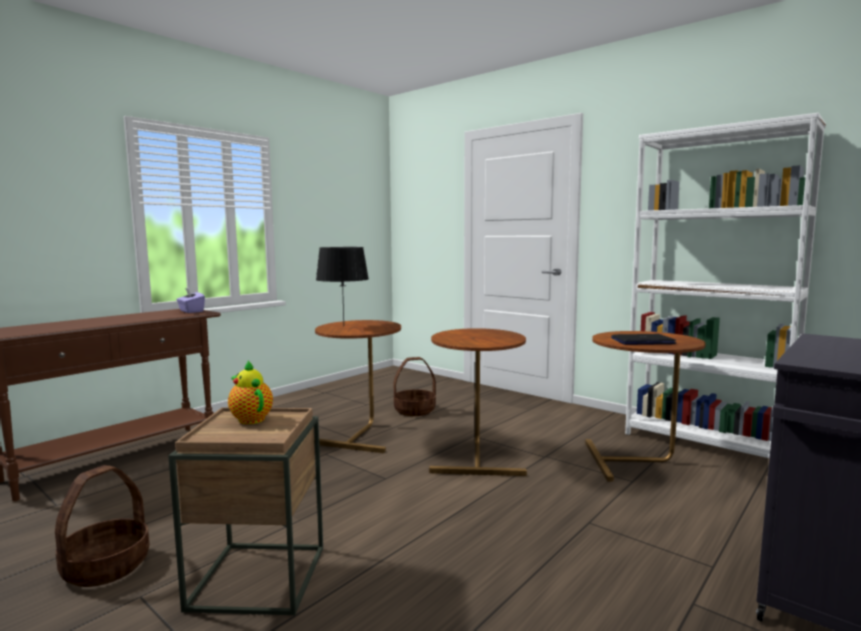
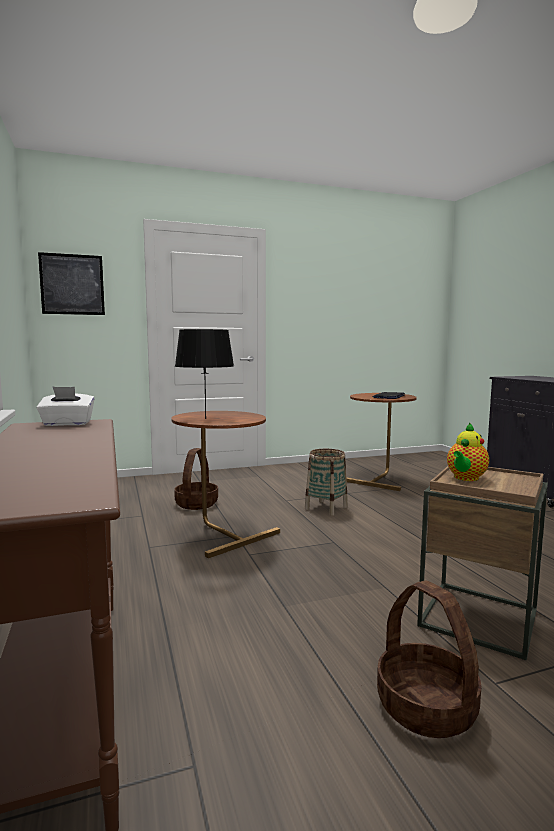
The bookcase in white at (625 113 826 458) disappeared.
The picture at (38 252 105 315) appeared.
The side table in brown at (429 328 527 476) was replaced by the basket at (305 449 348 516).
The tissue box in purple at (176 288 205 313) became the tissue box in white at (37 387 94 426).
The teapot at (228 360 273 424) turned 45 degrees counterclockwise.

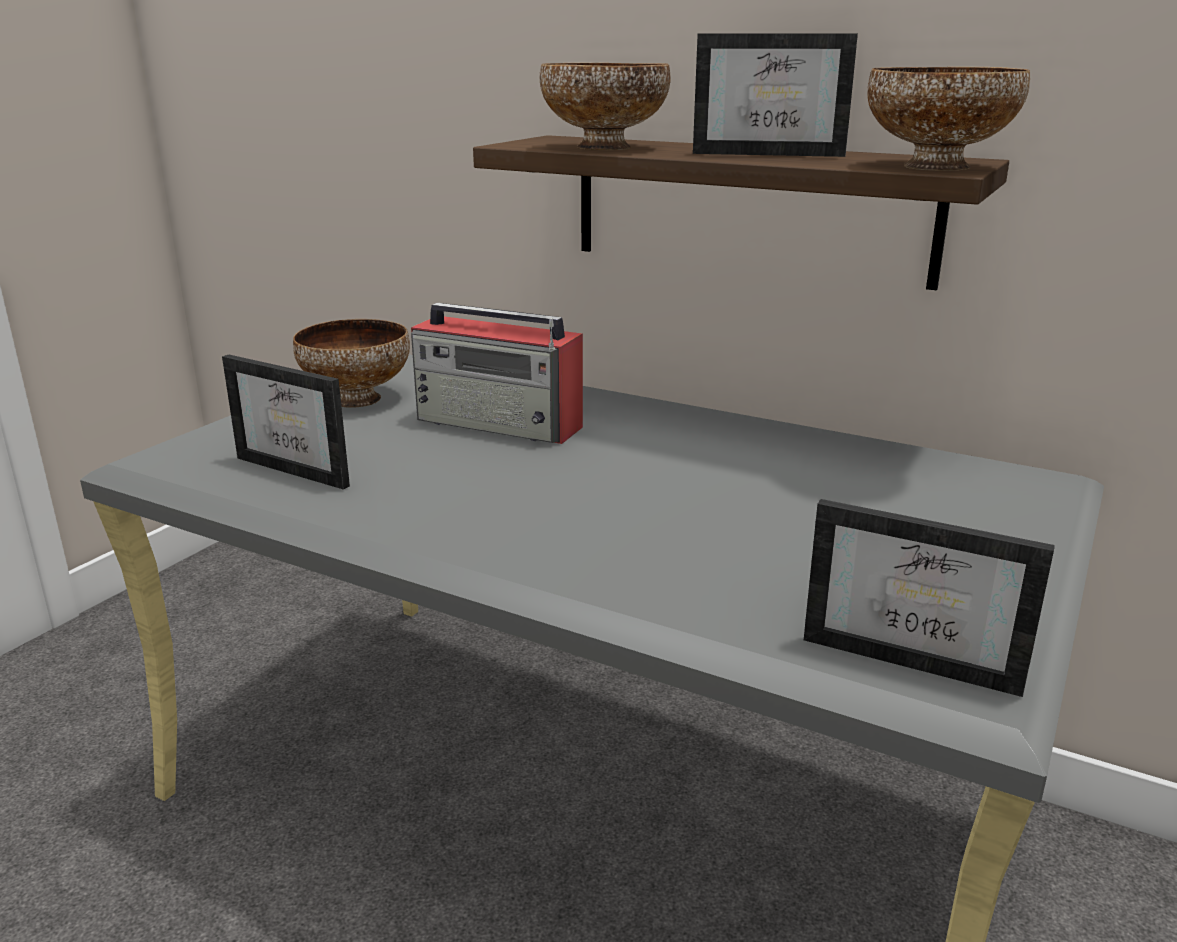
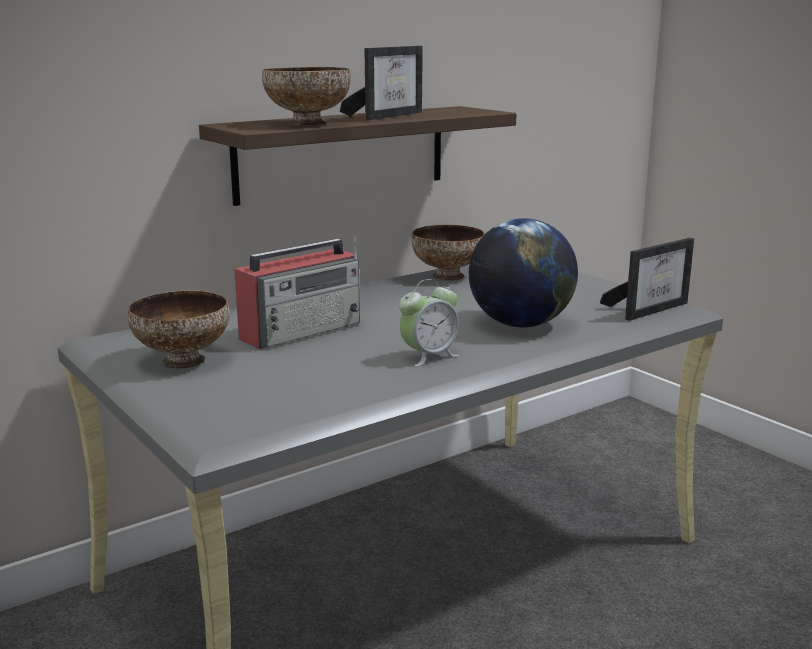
The picture frame at (222 355 350 490) disappeared.
The alarm clock at (399 279 459 367) appeared.
The globe at (469 218 578 328) appeared.
The bowl moved from (867 67 1030 171) to (411 224 485 281).

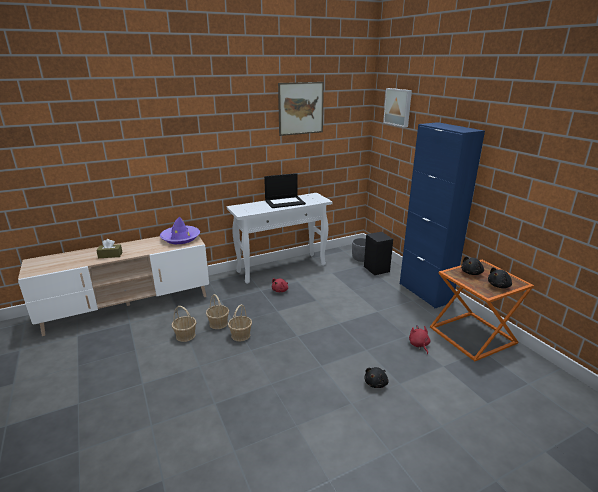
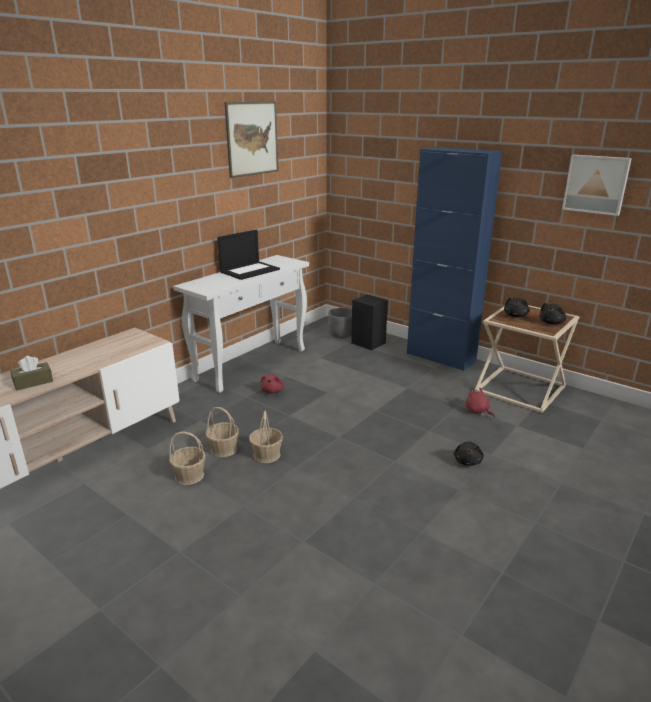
The hat in purple at (160 216 200 244) disappeared.
The picture moved from (383 88 412 127) to (562 155 632 216).
The side table in orange at (430 260 534 361) became the side table in beige at (474 305 580 413).

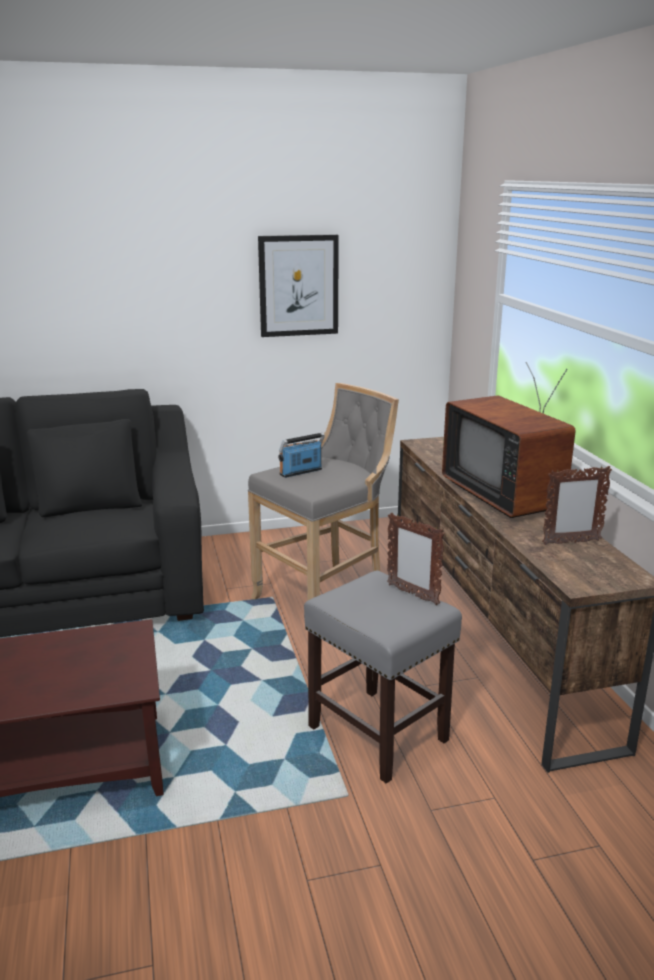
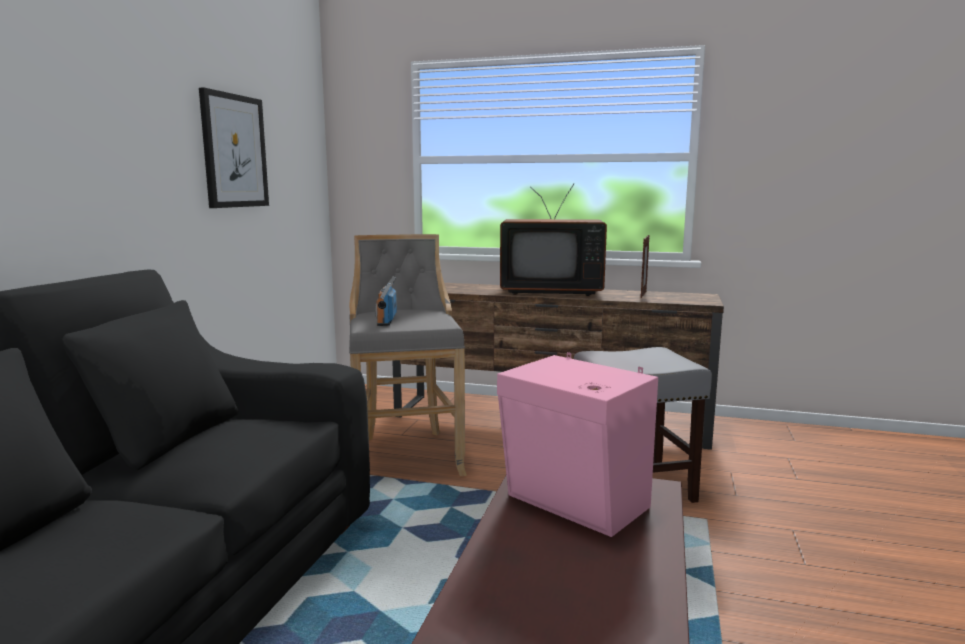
The picture frame at (387 513 445 605) disappeared.
The speaker in pink at (497 352 658 537) appeared.

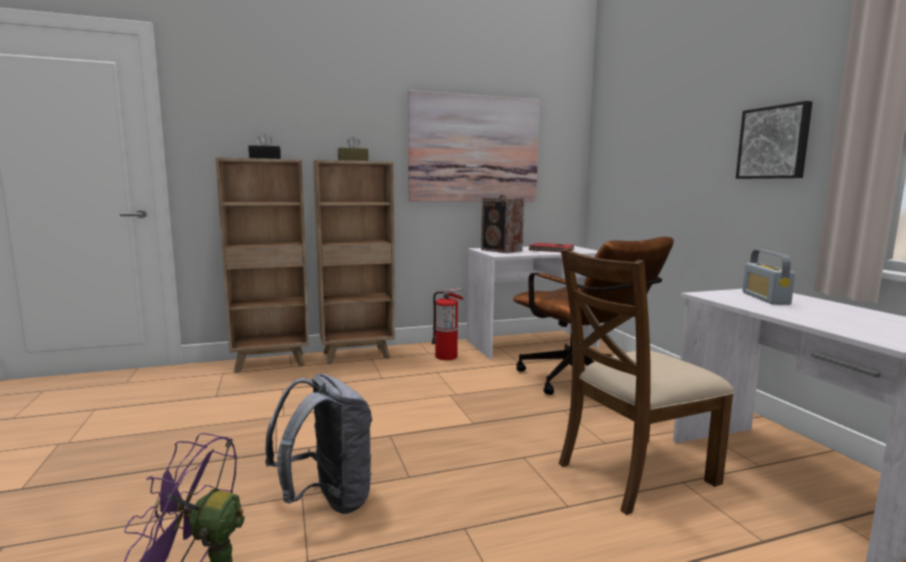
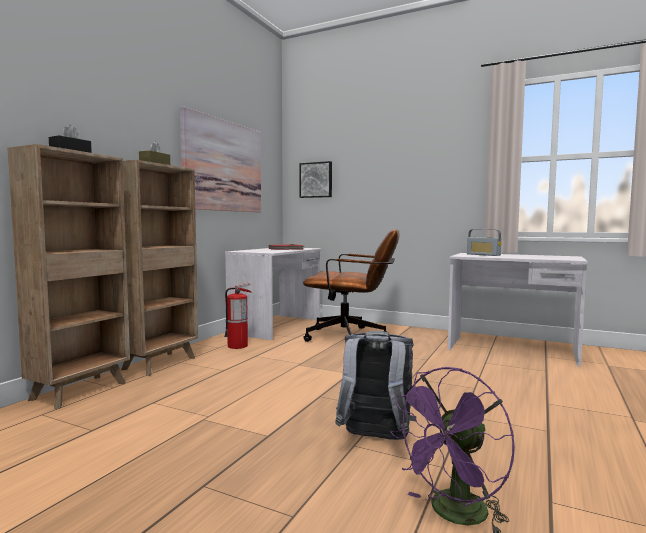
The speaker at (481 195 524 253) disappeared.
The chair in brown at (559 248 734 515) disappeared.
The picture moved from (736 101 813 179) to (299 161 332 198).

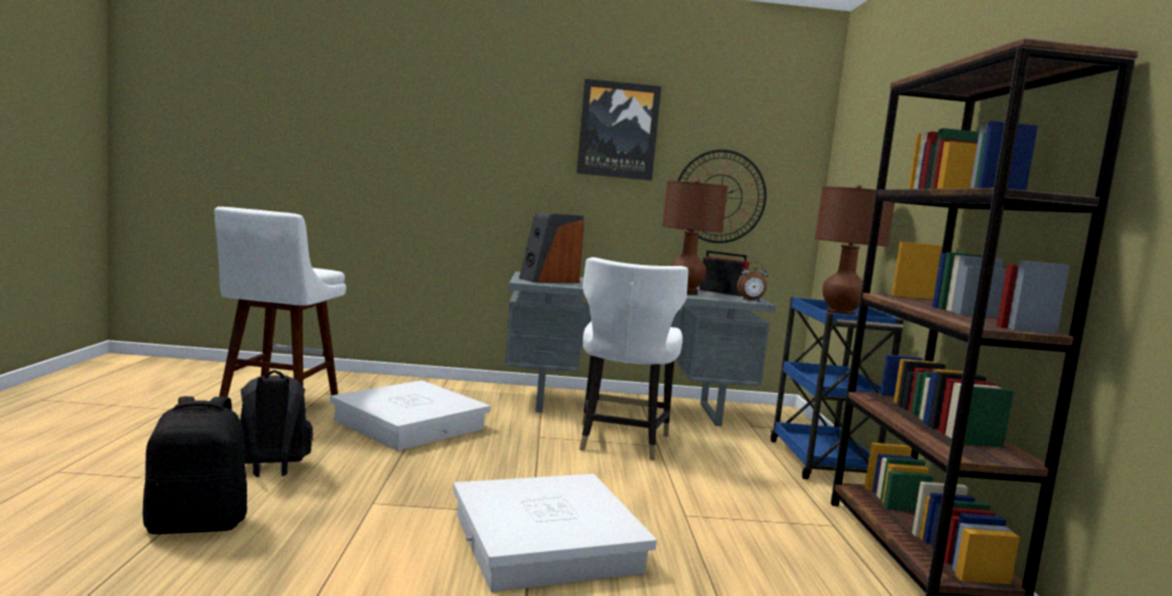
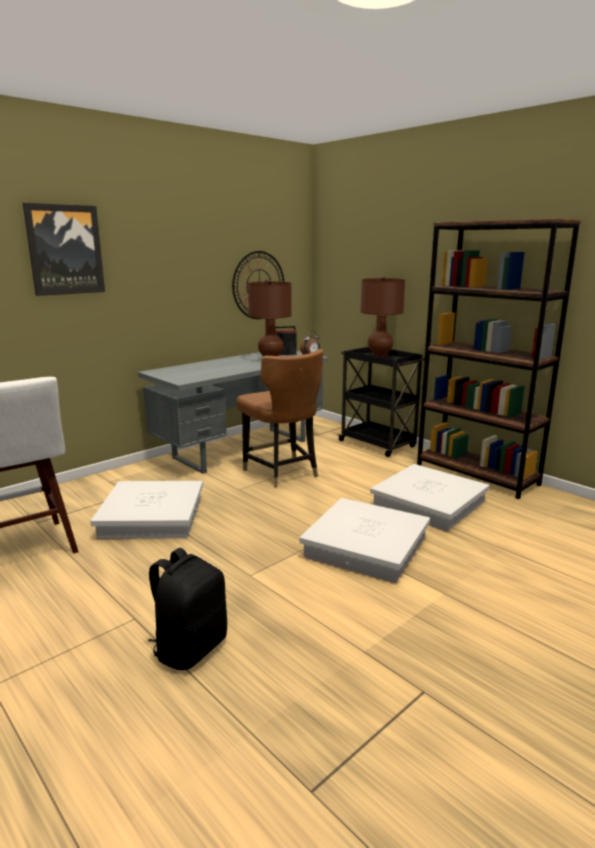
The backpack in black at (240 370 313 477) disappeared.
The speaker at (519 212 584 283) disappeared.
The storage box in white at (370 464 490 531) appeared.
The picture moved from (577 79 661 180) to (23 203 105 296).
The chair in white at (579 257 688 460) became the chair in brown at (236 349 323 488).
The cart in blue at (770 297 904 479) became the cart in black at (337 347 425 457).

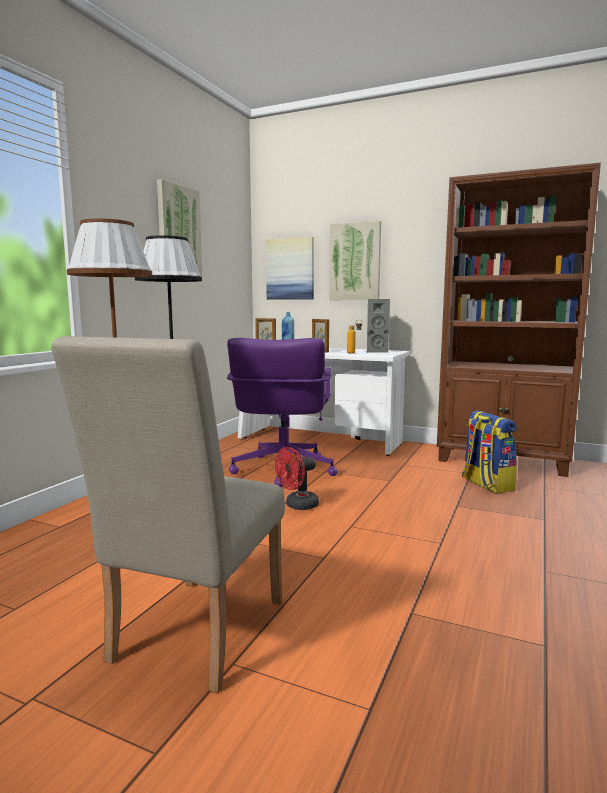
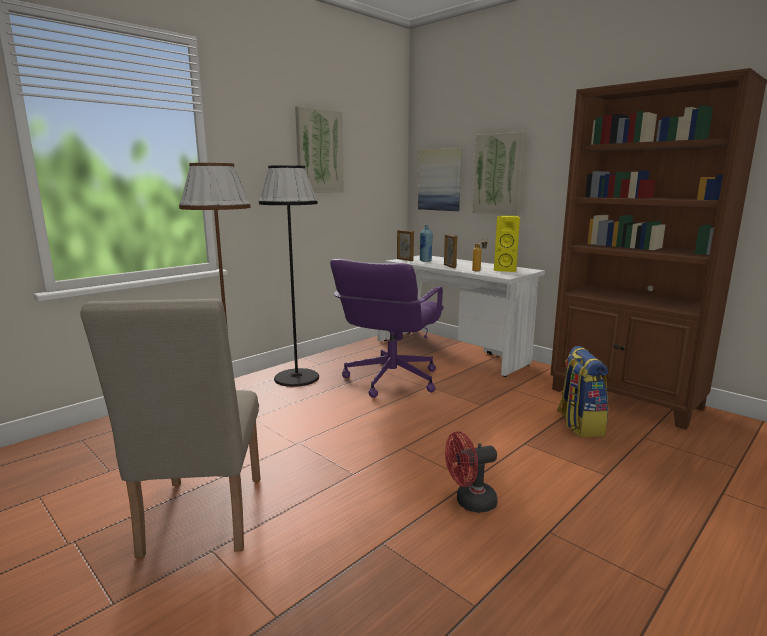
The fan in red moved from (275 447 319 510) to (445 431 498 513).
The speaker in grey at (367 299 390 353) became the speaker in yellow at (494 216 520 272).
The chair in beige at (51 336 285 694) turned 45 degrees counterclockwise.

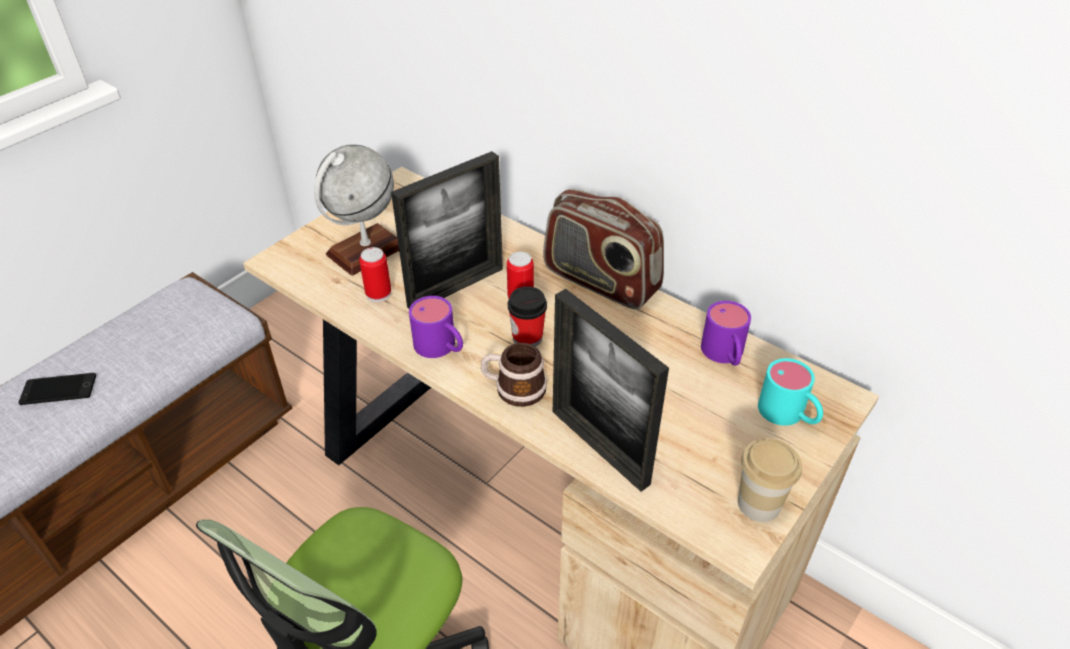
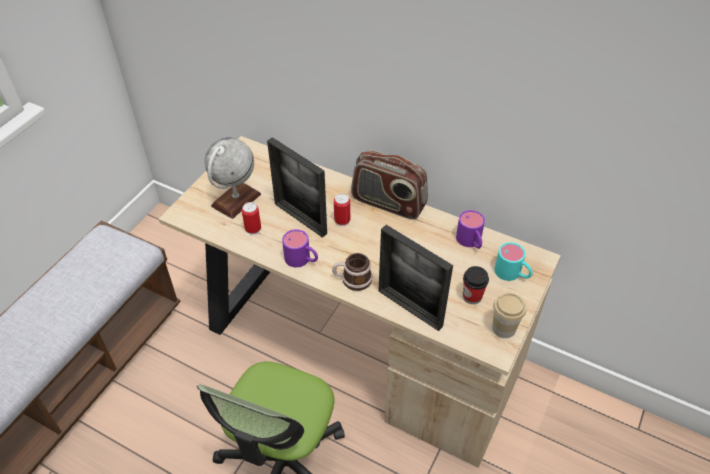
The phone at (19 373 96 405) disappeared.
The cup moved from (508 286 547 347) to (463 266 489 304).
The picture frame at (391 151 503 308) turned 90 degrees clockwise.

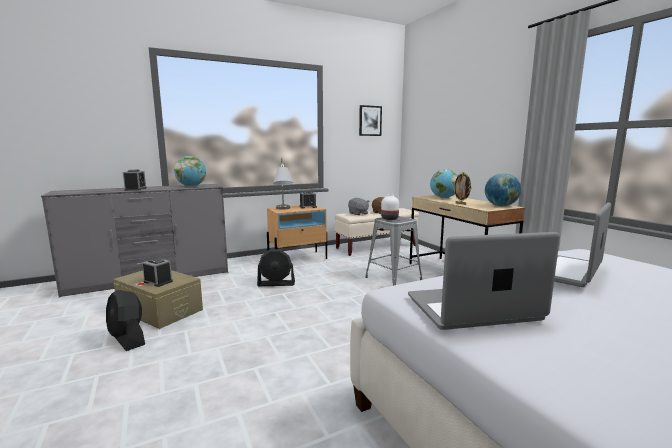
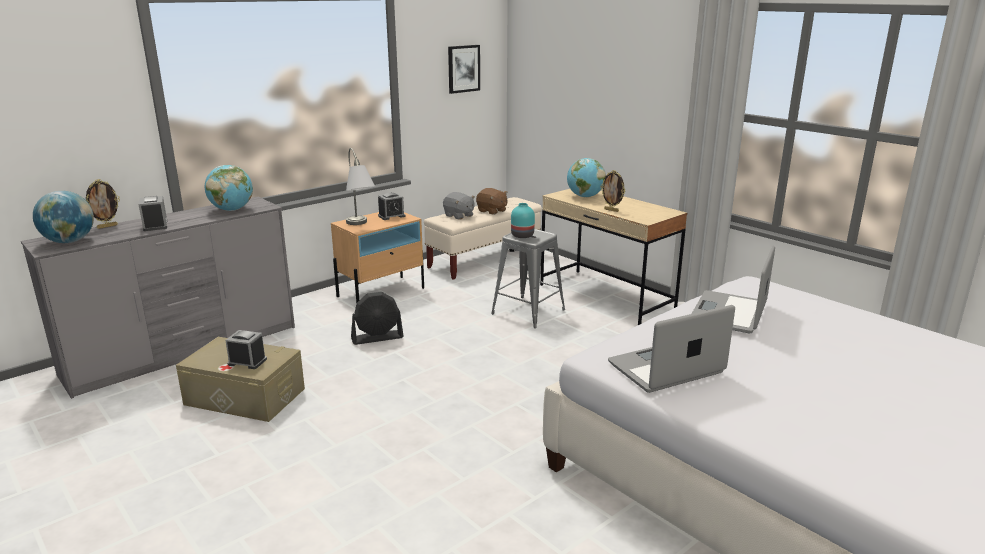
The fan in black at (106 290 145 351) disappeared.
The picture frame at (86 179 120 229) appeared.
The globe moved from (485 173 521 206) to (33 191 94 243).
The vase in white at (381 194 399 220) became the vase in turquoise at (511 203 535 238).

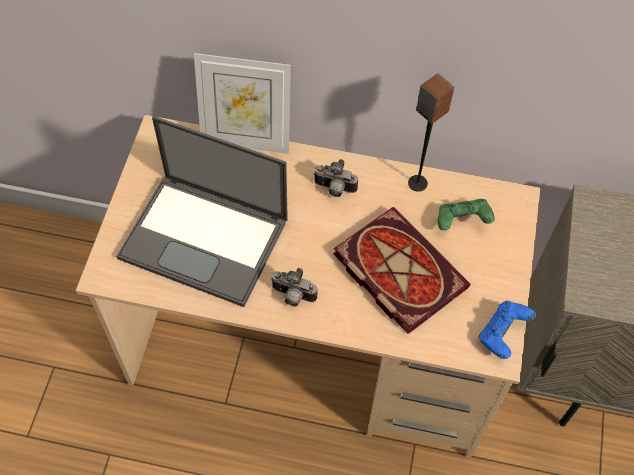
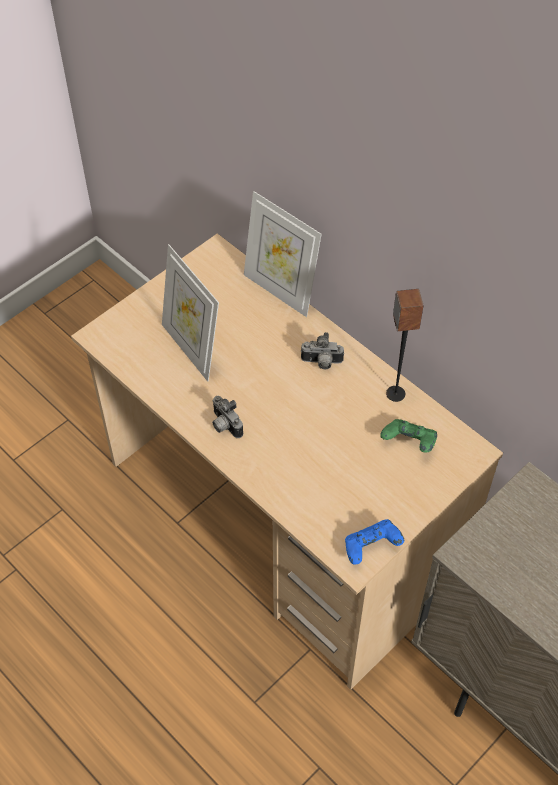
The book at (333 207 470 334) disappeared.
The laptop at (116 116 288 307) was replaced by the picture frame at (162 244 219 382).
The photo camera at (313 159 358 197) turned 45 degrees counterclockwise.

